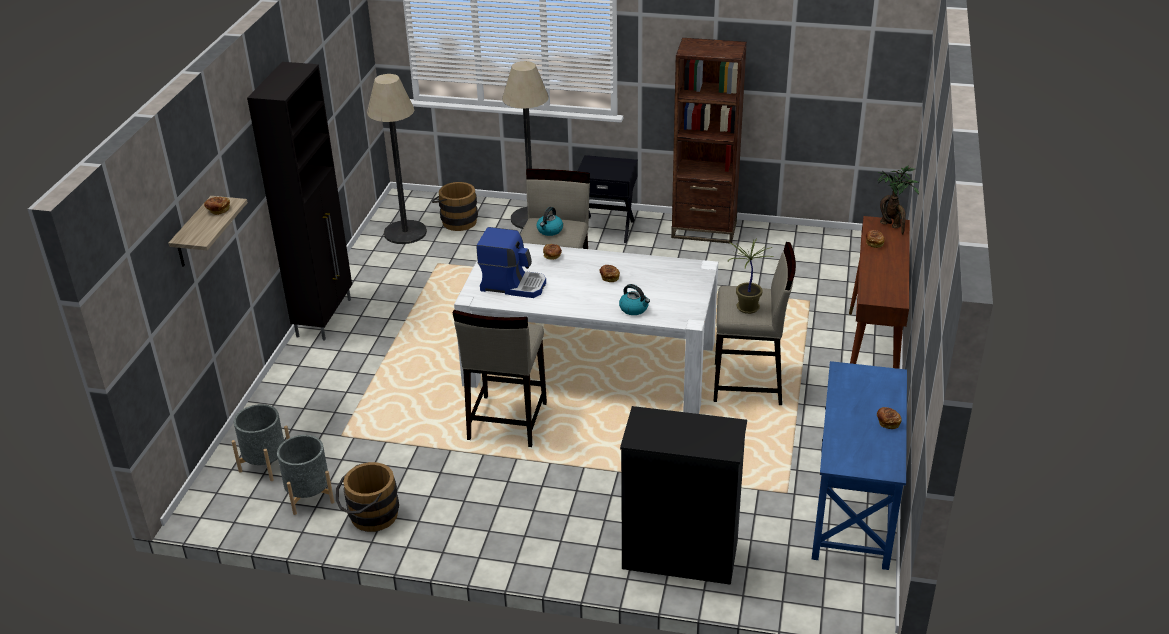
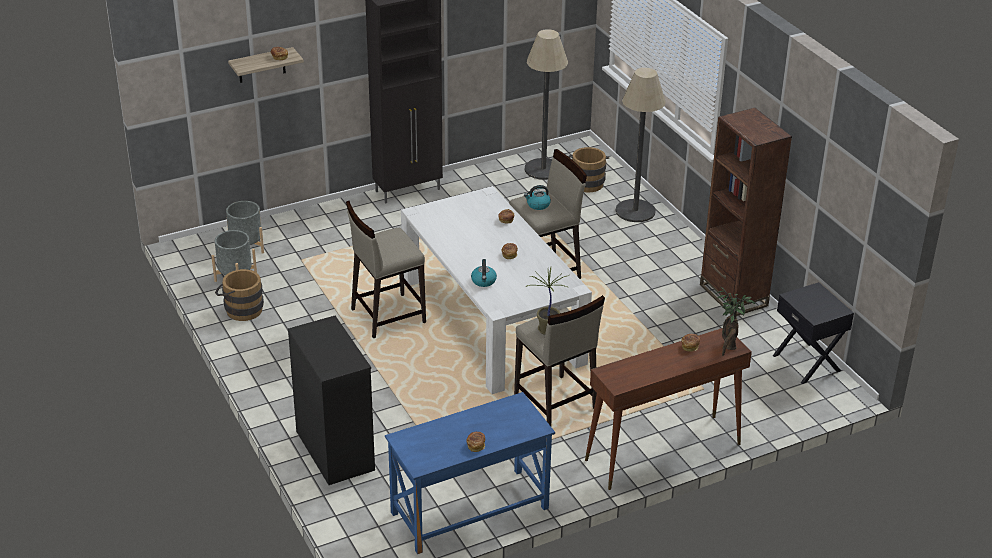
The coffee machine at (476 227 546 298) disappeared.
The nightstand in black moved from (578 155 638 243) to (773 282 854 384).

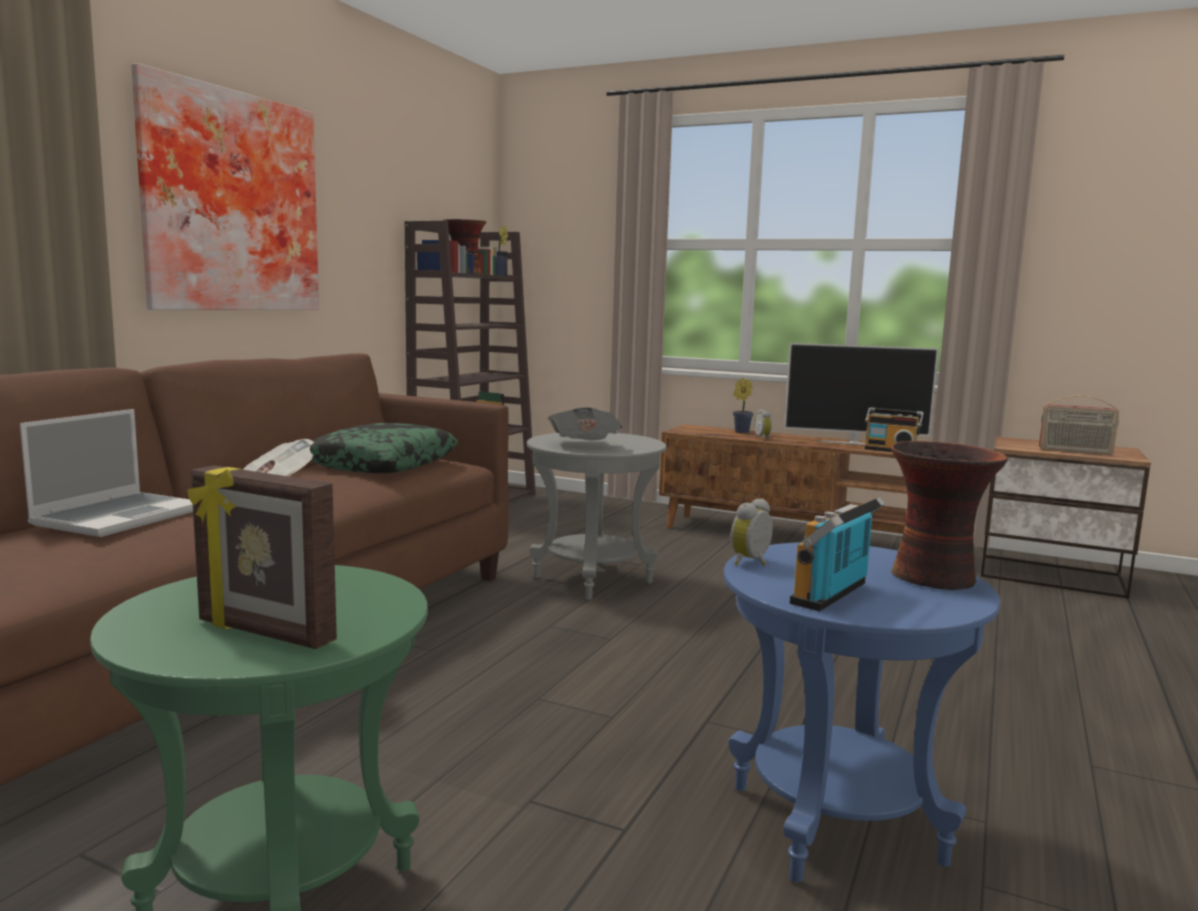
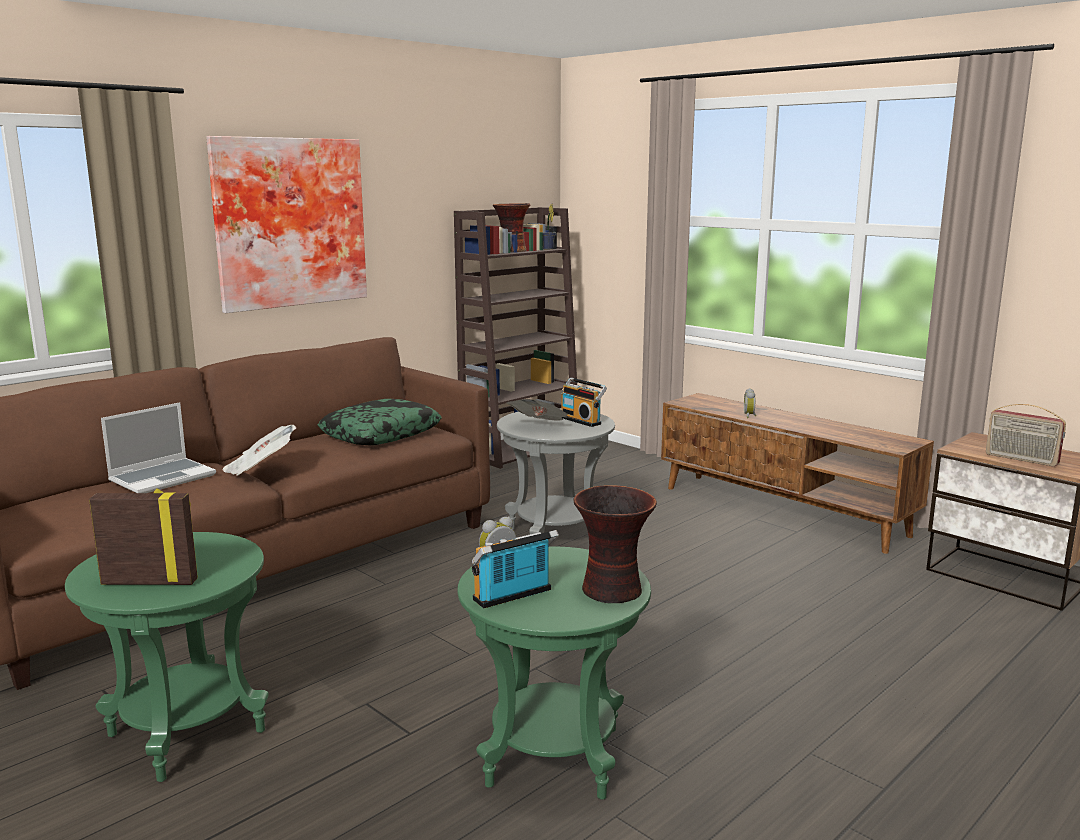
The potted plant at (733 378 754 433) disappeared.
The television at (784 343 939 445) disappeared.
The radio moved from (864 407 924 452) to (561 377 607 427).
The side table in blue at (723 542 1000 882) became the side table in green at (457 547 651 799).
The picture frame at (187 465 337 649) turned 135 degrees clockwise.

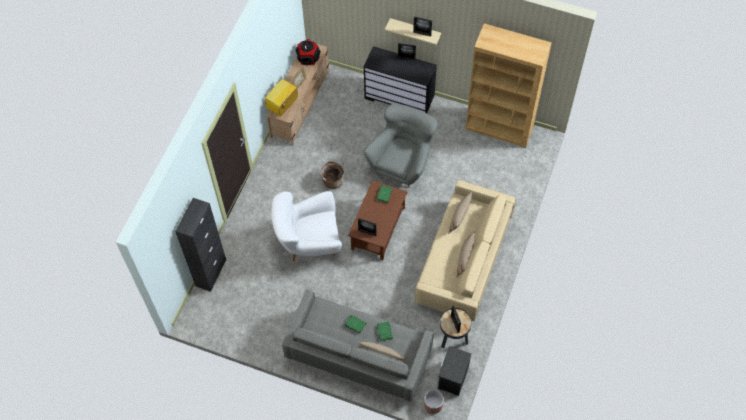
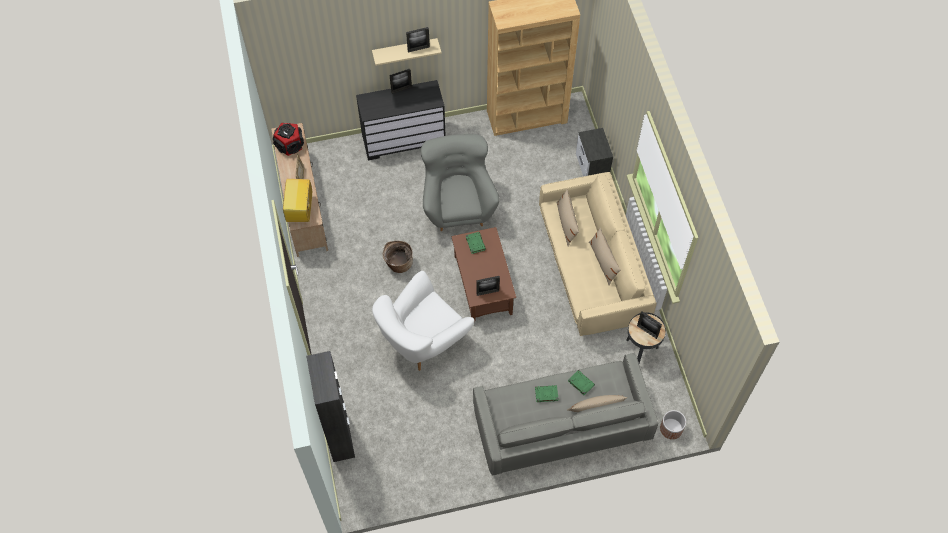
The nightstand moved from (437 346 471 396) to (576 128 613 177).

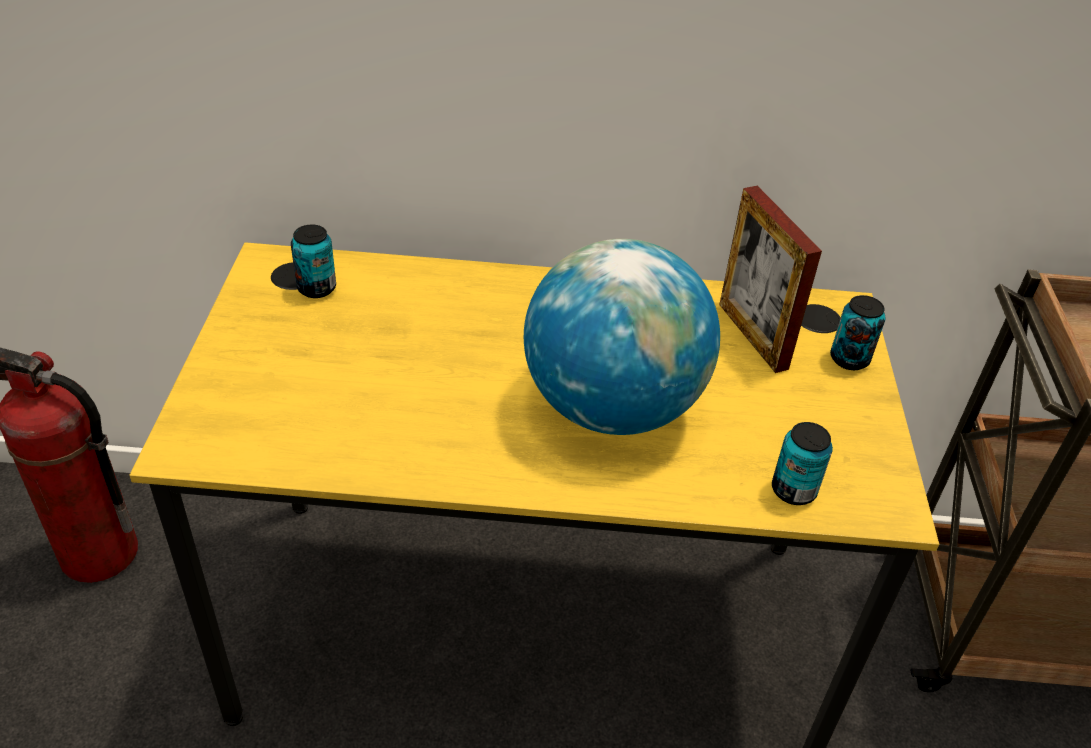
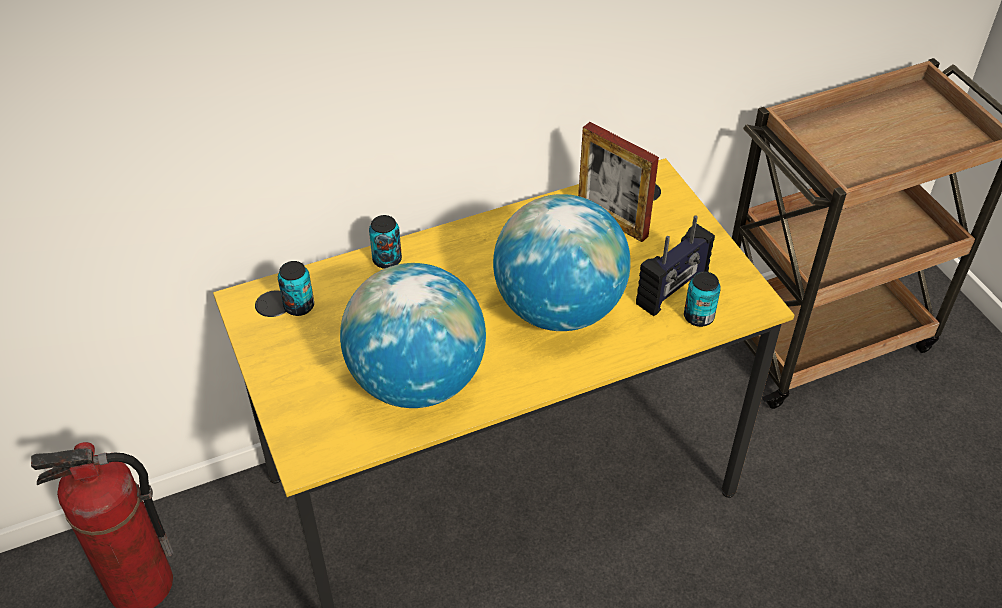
The globe at (340 263 486 408) appeared.
The radio at (636 215 715 316) appeared.
The can moved from (830 295 886 370) to (369 215 402 269).

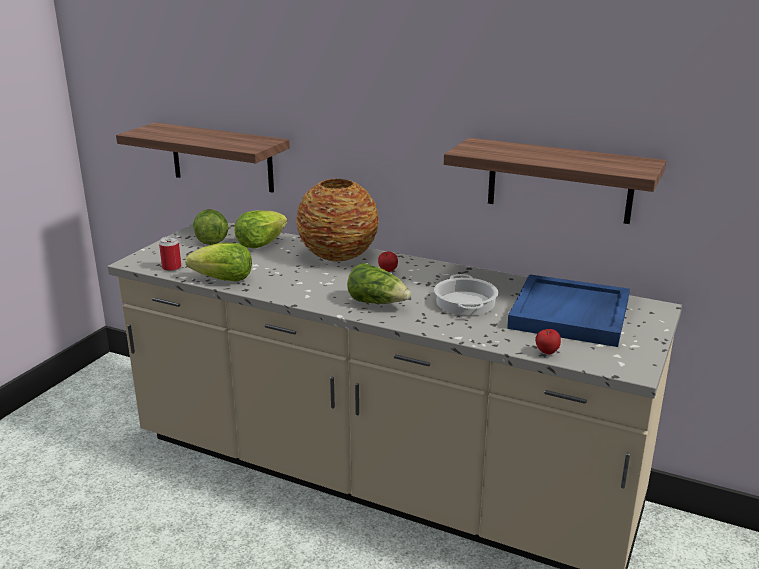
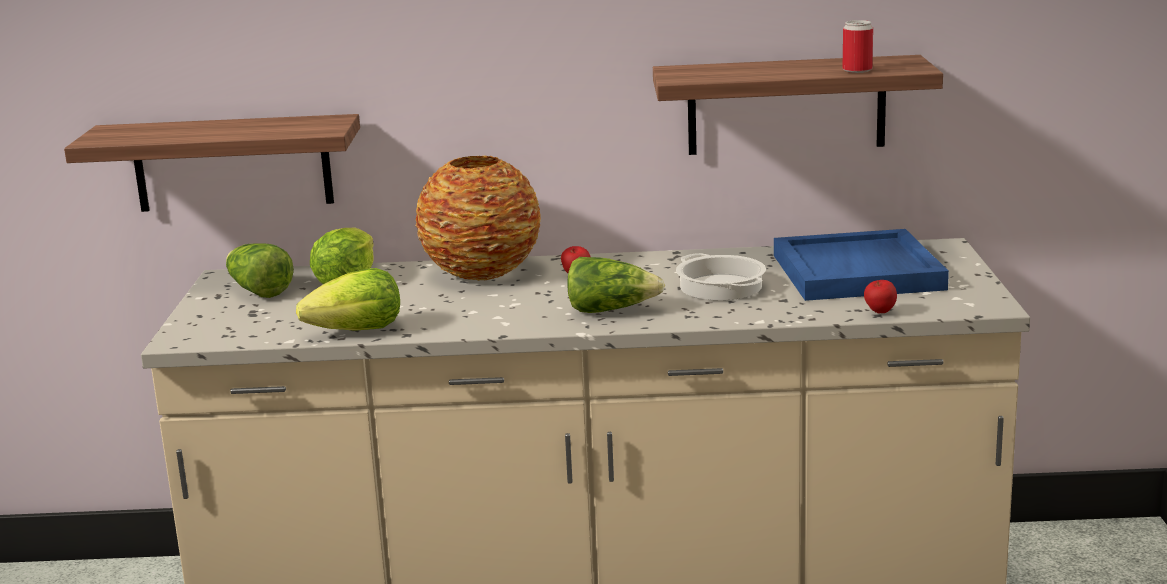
The can moved from (159 236 181 271) to (843 20 873 73).

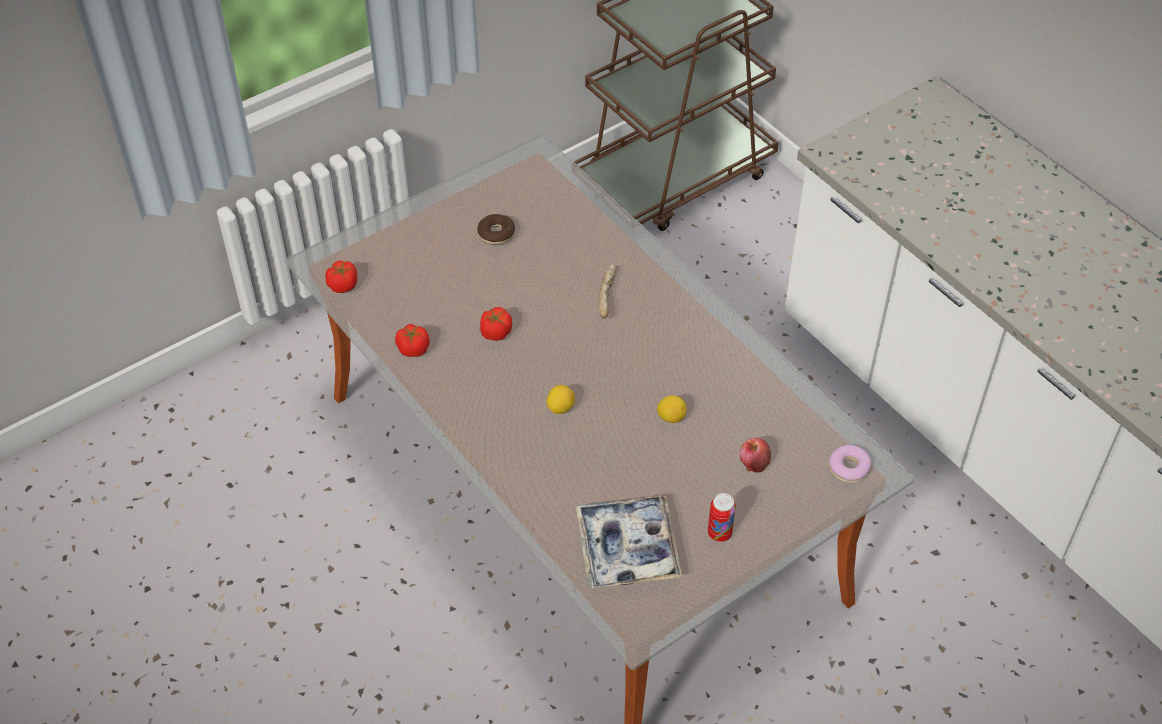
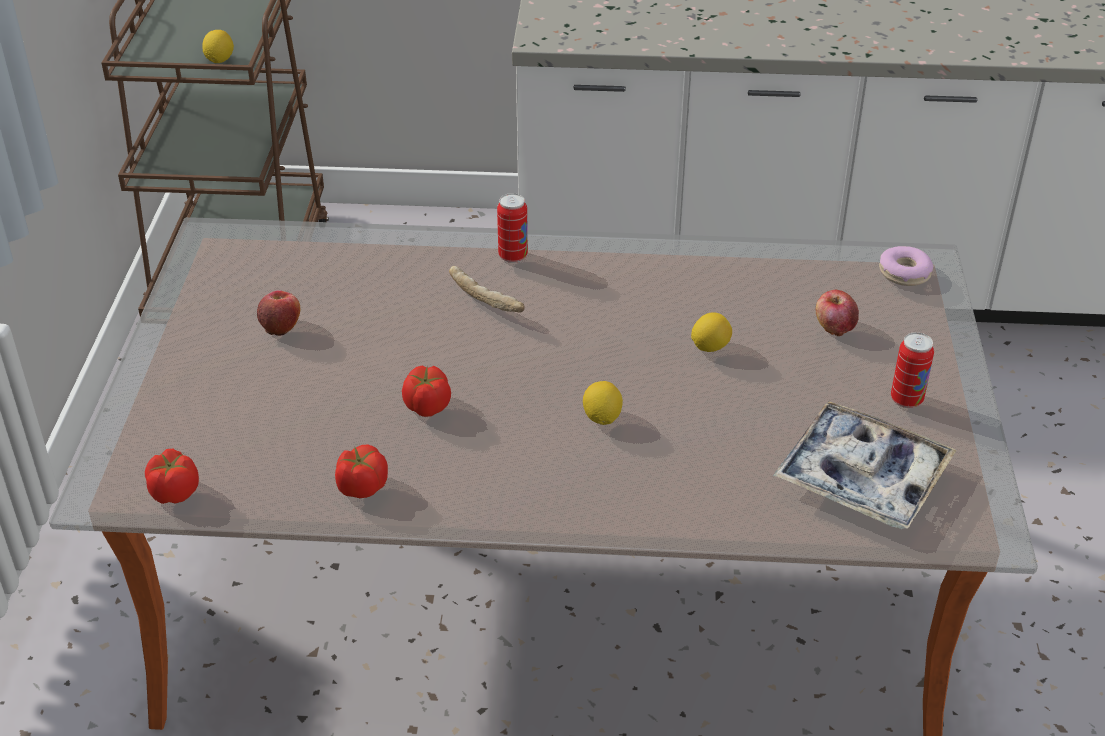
The lemon at (202 30 234 63) appeared.
The can at (497 193 528 263) appeared.
The donut at (477 214 515 245) was replaced by the apple at (257 290 300 336).

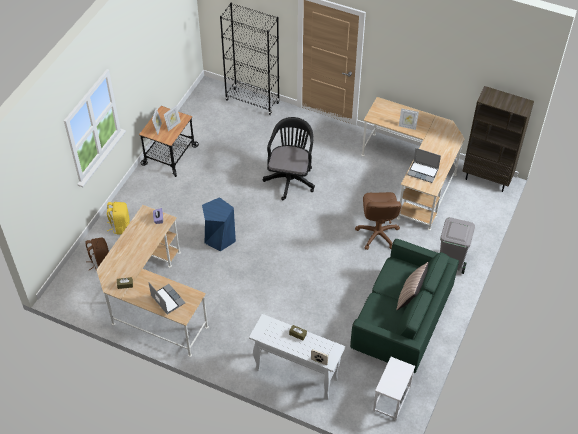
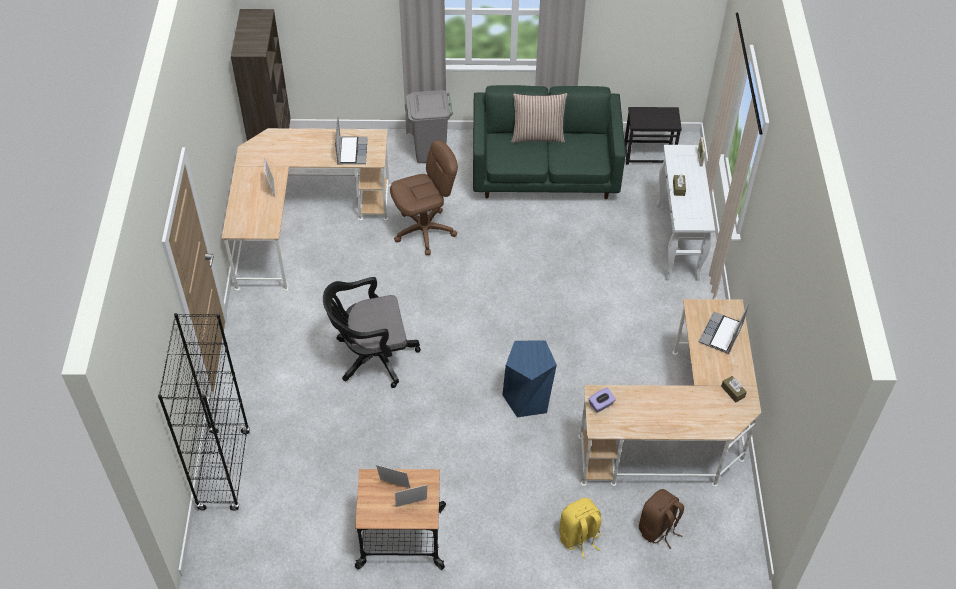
The side table in white at (373 357 415 420) became the side table in black at (624 107 682 165).

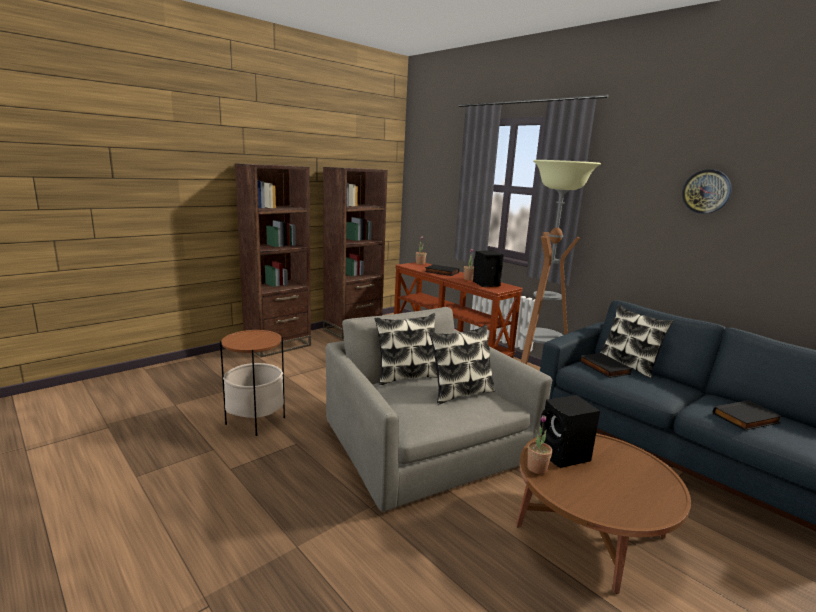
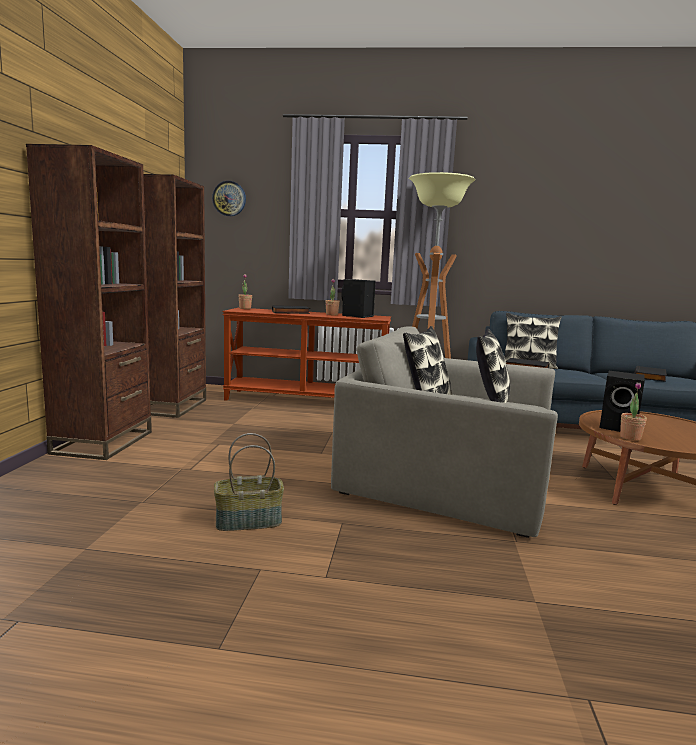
The wall clock moved from (682 169 732 214) to (212 181 246 216).
The side table at (220 329 285 436) was replaced by the basket at (214 433 284 531).

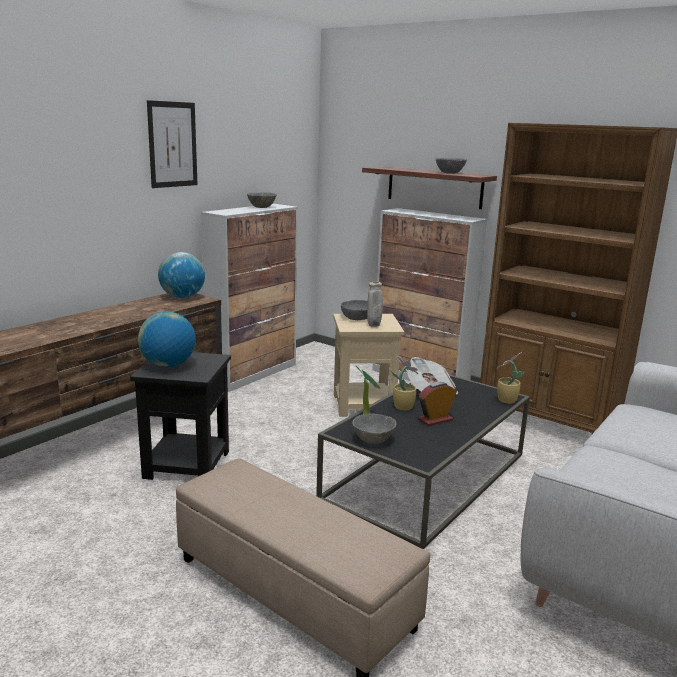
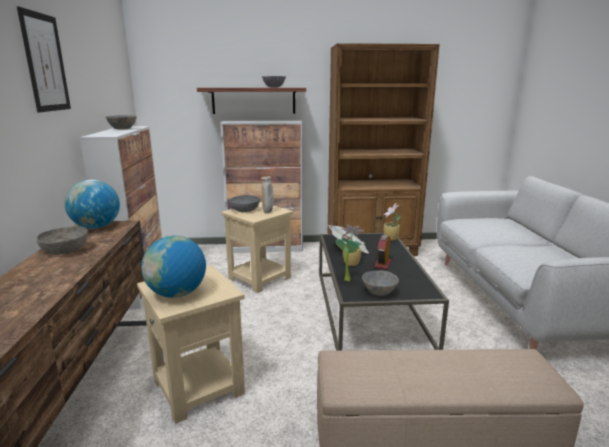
The bowl in grey at (36 226 88 255) appeared.
The side table in black at (130 352 231 480) became the side table in beige at (137 265 245 424).

